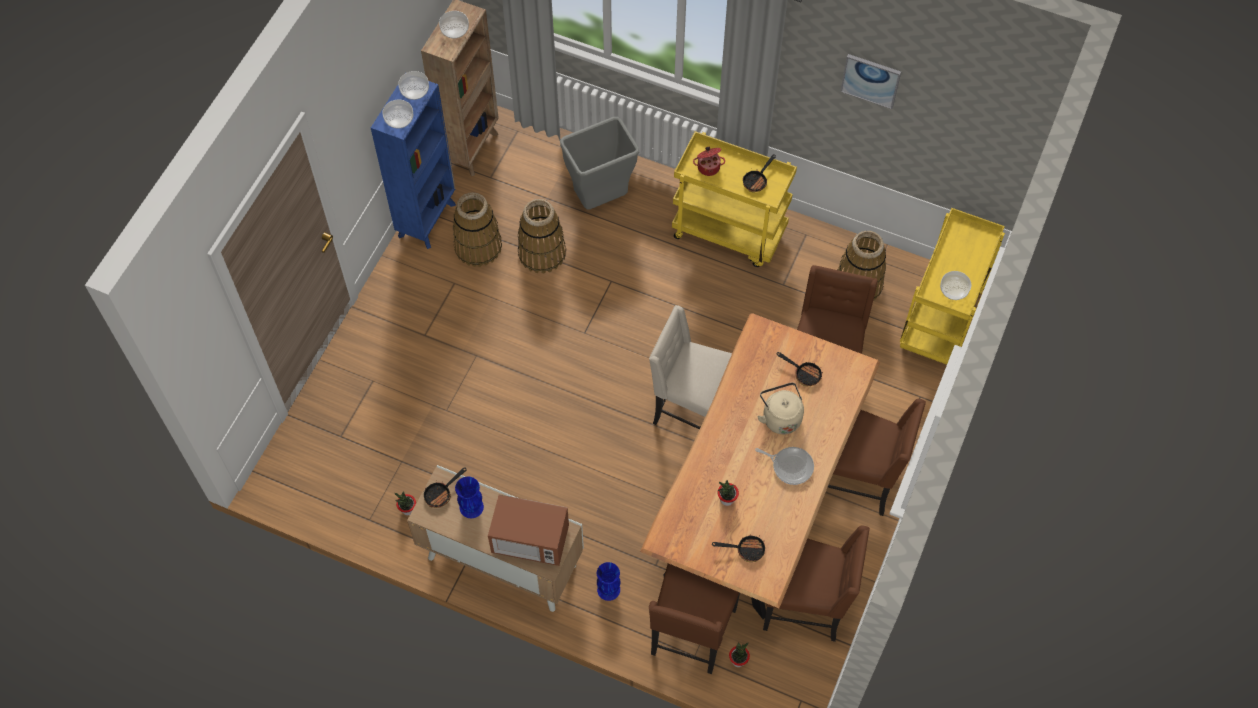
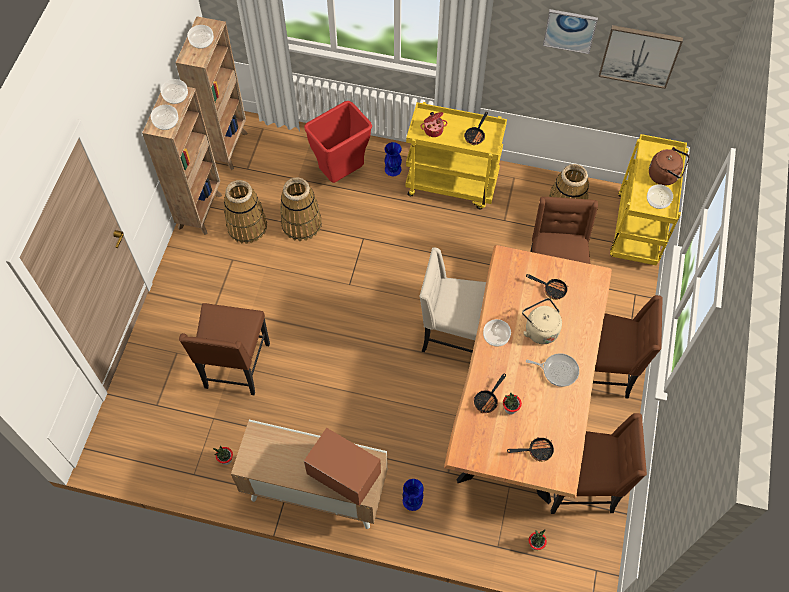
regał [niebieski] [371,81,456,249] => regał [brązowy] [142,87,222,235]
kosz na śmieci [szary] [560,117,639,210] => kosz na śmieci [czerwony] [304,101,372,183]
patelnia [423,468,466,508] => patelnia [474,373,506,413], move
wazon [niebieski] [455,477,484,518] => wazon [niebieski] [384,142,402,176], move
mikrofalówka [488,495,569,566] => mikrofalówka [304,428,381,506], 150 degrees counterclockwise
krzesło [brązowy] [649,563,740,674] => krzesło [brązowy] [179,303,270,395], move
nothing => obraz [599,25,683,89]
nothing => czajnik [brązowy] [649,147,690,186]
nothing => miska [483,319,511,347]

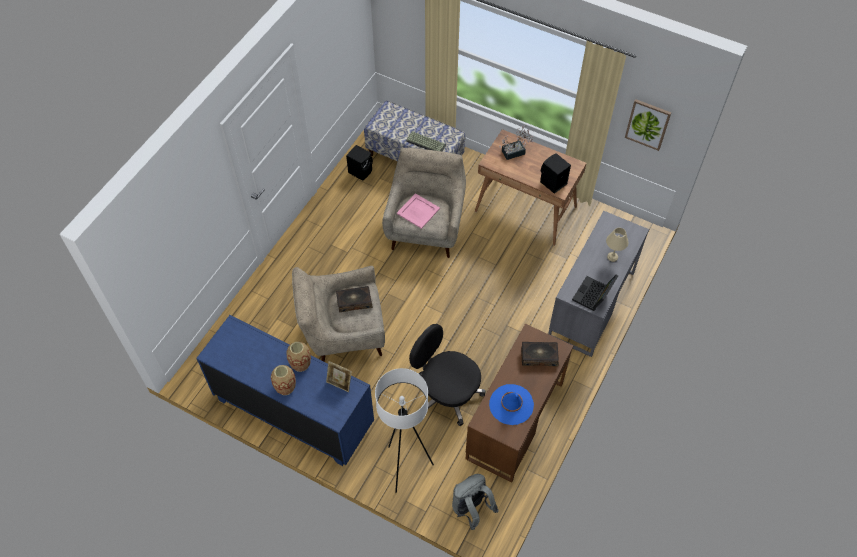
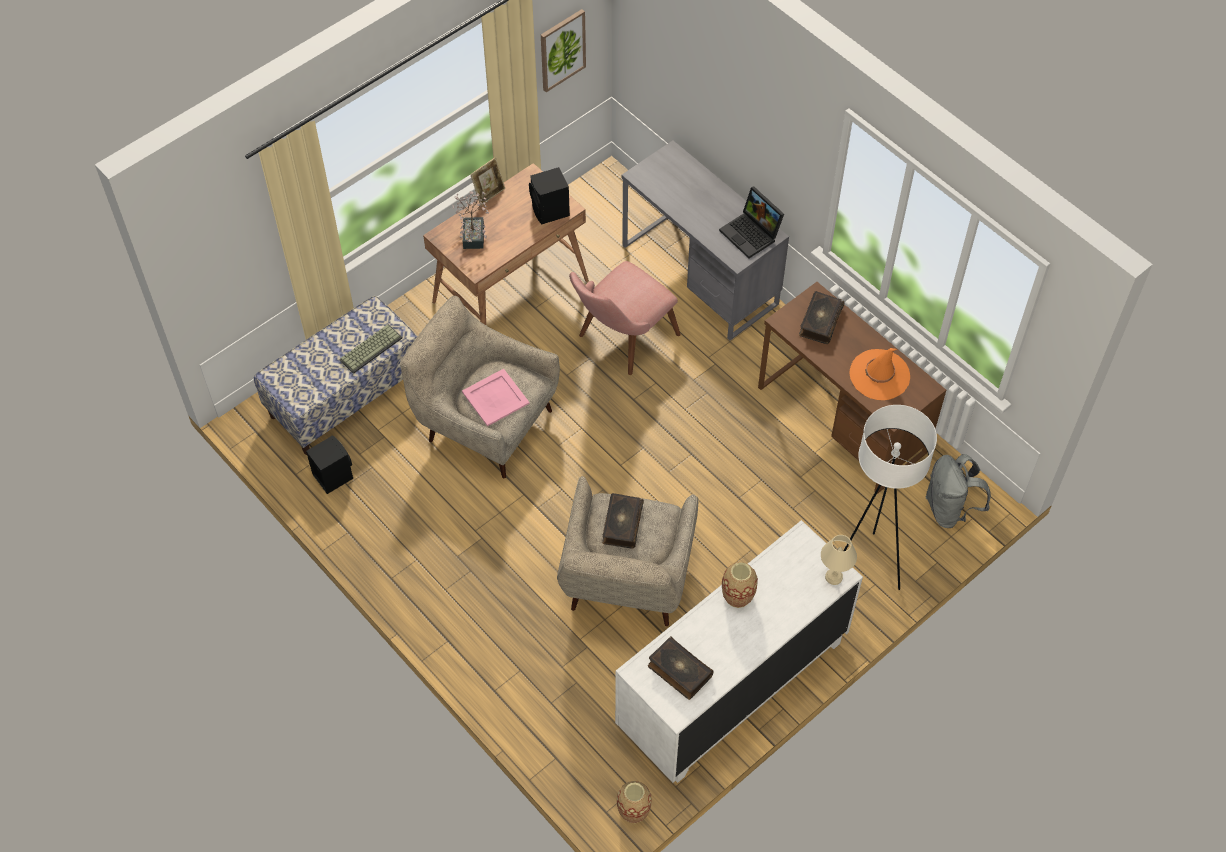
lampa stołowa [beżowy] [606,228,629,262] => lampa stołowa [beżowy] [821,535,857,585], move
komoda [niebieski] [196,315,374,466] => komoda [biały] [615,520,863,783]
krzesło biurowe [czarny] [409,324,486,426] => nothing
ramka na zdjęcie [326,361,352,392] => ramka na zdjęcie [470,157,505,206], move
wazon [271,365,296,395] => wazon [617,781,652,823], move
kapelusz [niebieski] [489,384,534,425] => kapelusz [pomarańczowy] [850,348,910,400]
nothing => krzesło [różowy] [569,261,681,375]
nothing => książka [648,636,714,700]

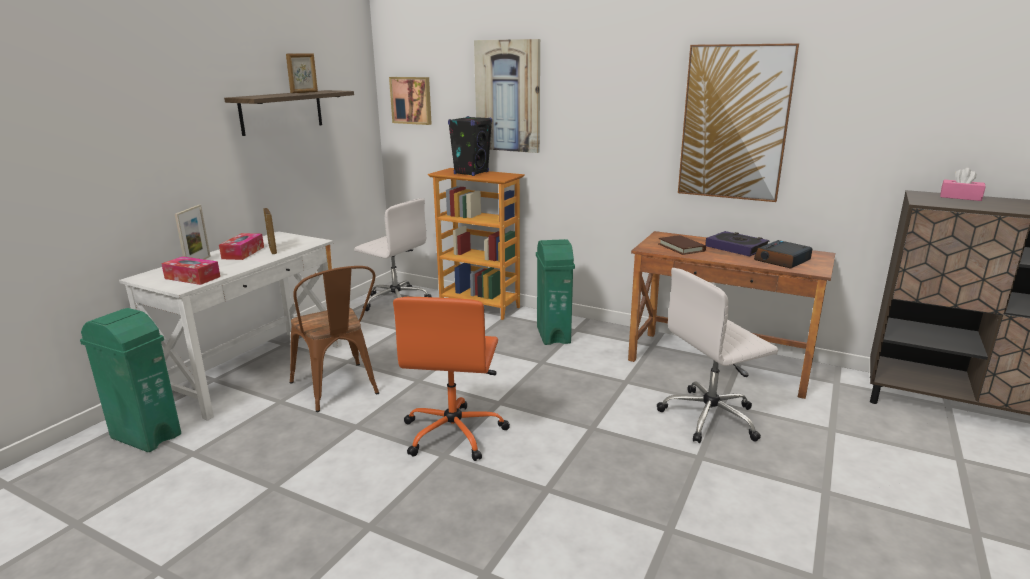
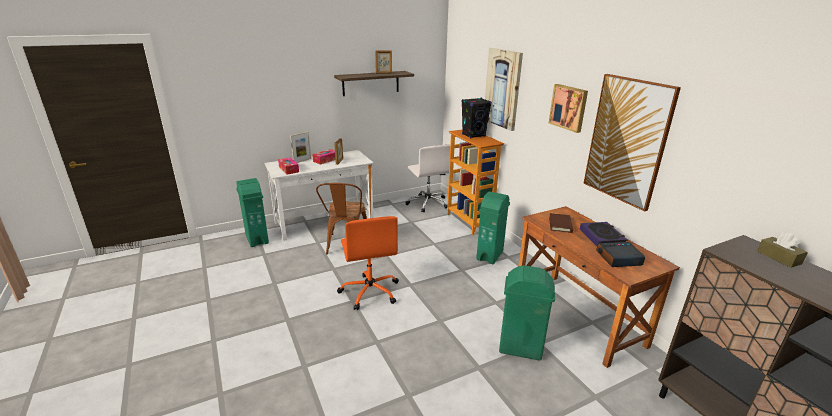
obraz [389,77,432,125] => obraz [549,84,588,133], move
pudełko chusteczek [różowy] [940,168,986,201] => pudełko chusteczek [brązowy] [757,232,808,268]
krzesło biurowe [biały] [657,268,778,443] => kosz na śmieci [zielony] [499,265,555,361]
krzesło biurowe [pomarańczowy] [393,297,510,461] => krzesło biurowe [pomarańczowy] [337,216,399,310], 60 degrees counterclockwise

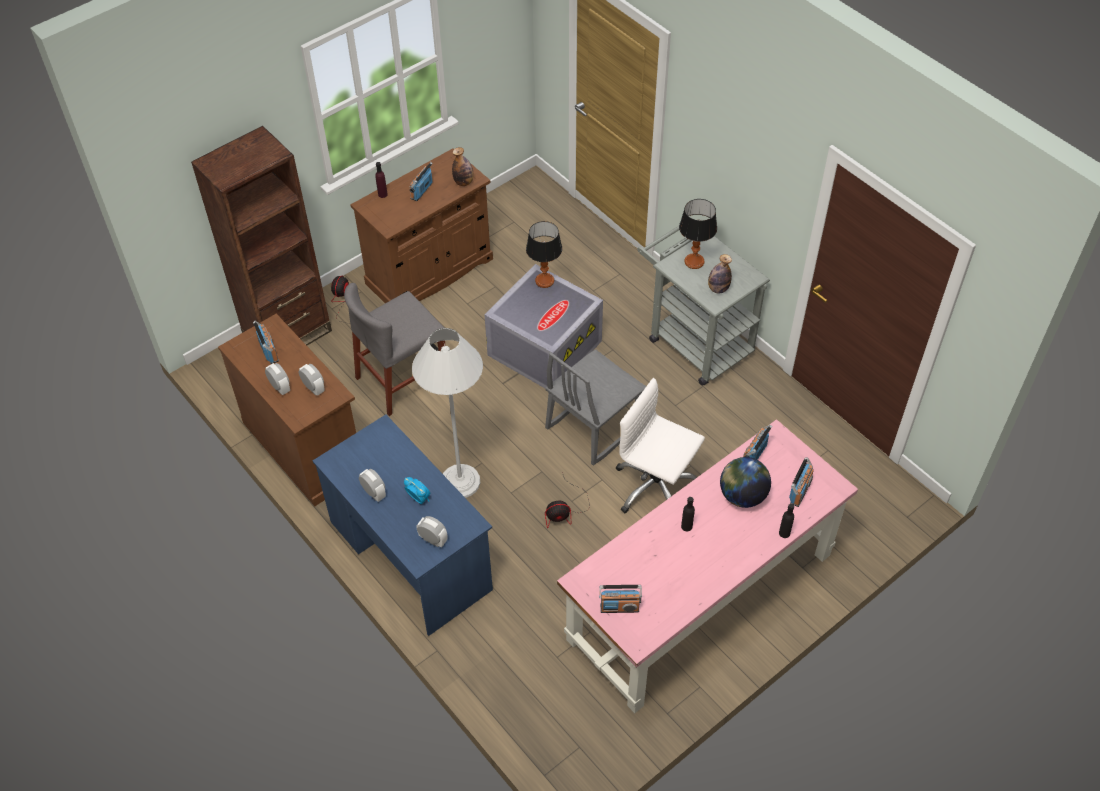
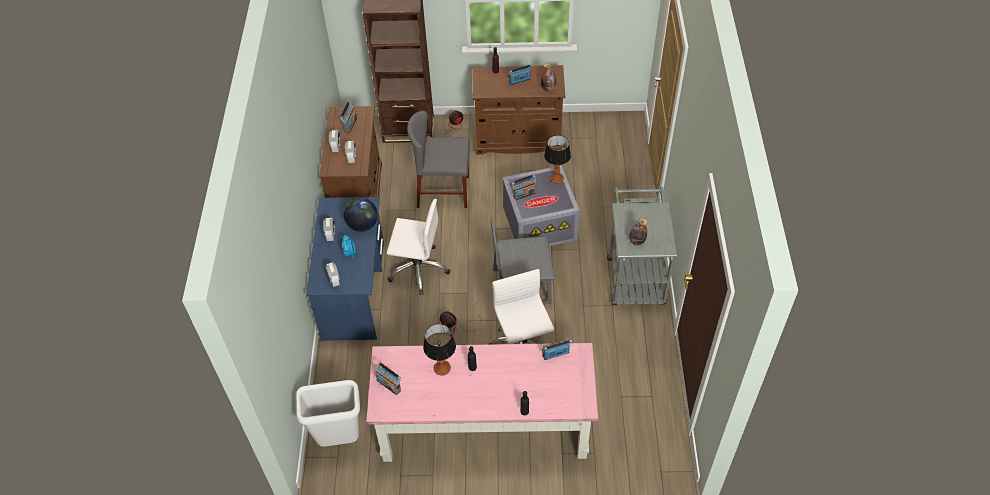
lampa stołowa [679,199,717,269] => lampa stołowa [423,324,456,376], move
lampa stojąca [biały] [412,328,483,498] => krzesło biurowe [biały] [387,199,450,295]
globus [720,457,771,508] => globus [344,198,378,232], move
radio [789,458,814,507] => radio [512,175,537,200], move
nothing => kosz na śmieci [biały] [295,380,360,447]

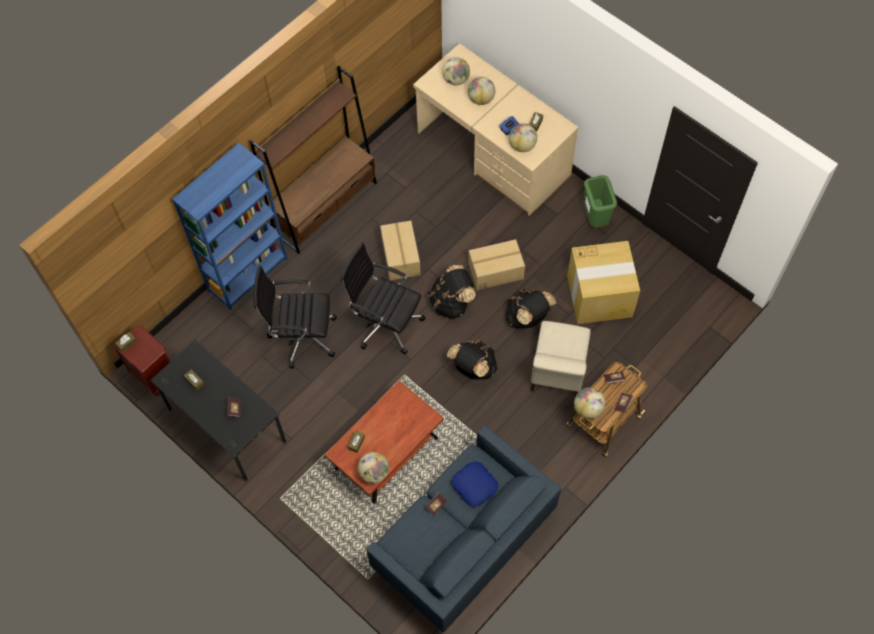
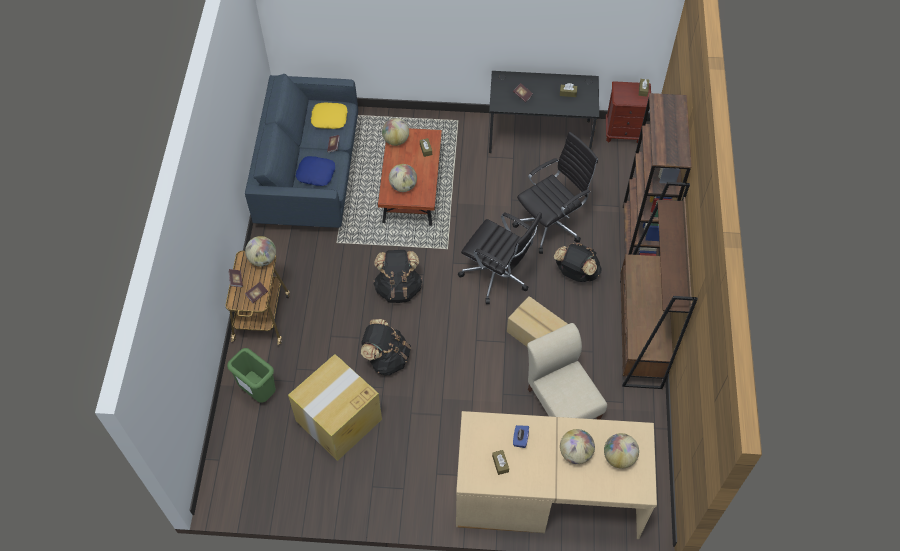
globus [509,123,537,152] => globus [389,164,417,192], move
regał [niebieski] [172,143,288,311] => regał [brązowy] [623,93,692,256]
kosz na śmieci [zielony] [584,175,617,227] => kosz na śmieci [zielony] [227,348,276,403], move
karton [468,239,525,290] => nothing
krzesło biurowe [czarny] [341,243,426,354] => krzesło biurowe [czarny] [458,212,542,304], 45 degrees clockwise
plecak [czarny] [428,265,476,319] => plecak [czarny] [554,243,602,282], move
krzesło [beżowy] [531,321,591,398] => krzesło [beżowy] [527,323,607,420], move
nothing => poduszka [żółty] [311,103,347,129]

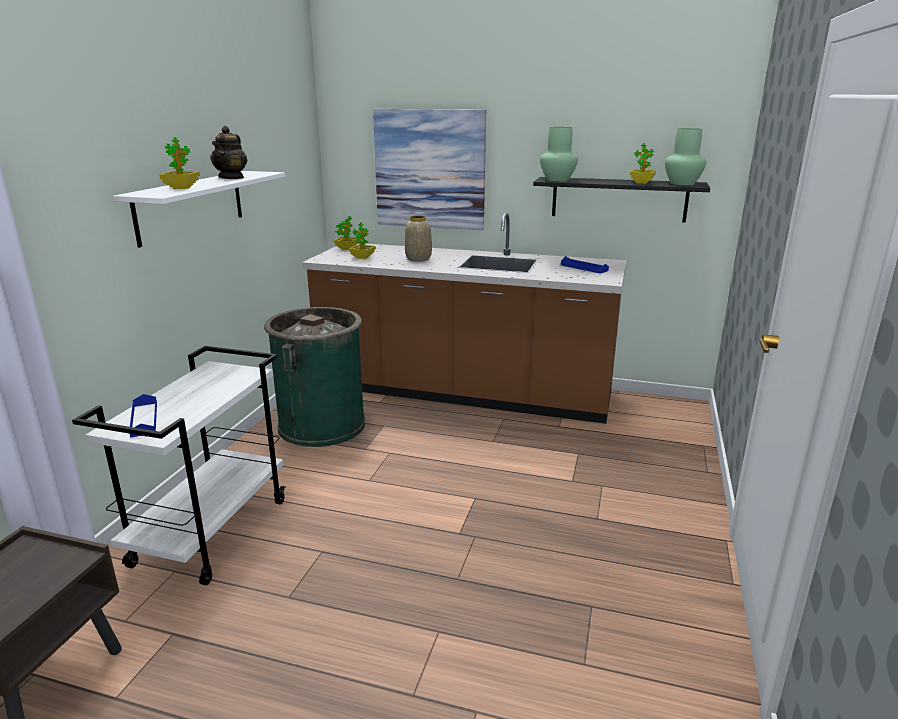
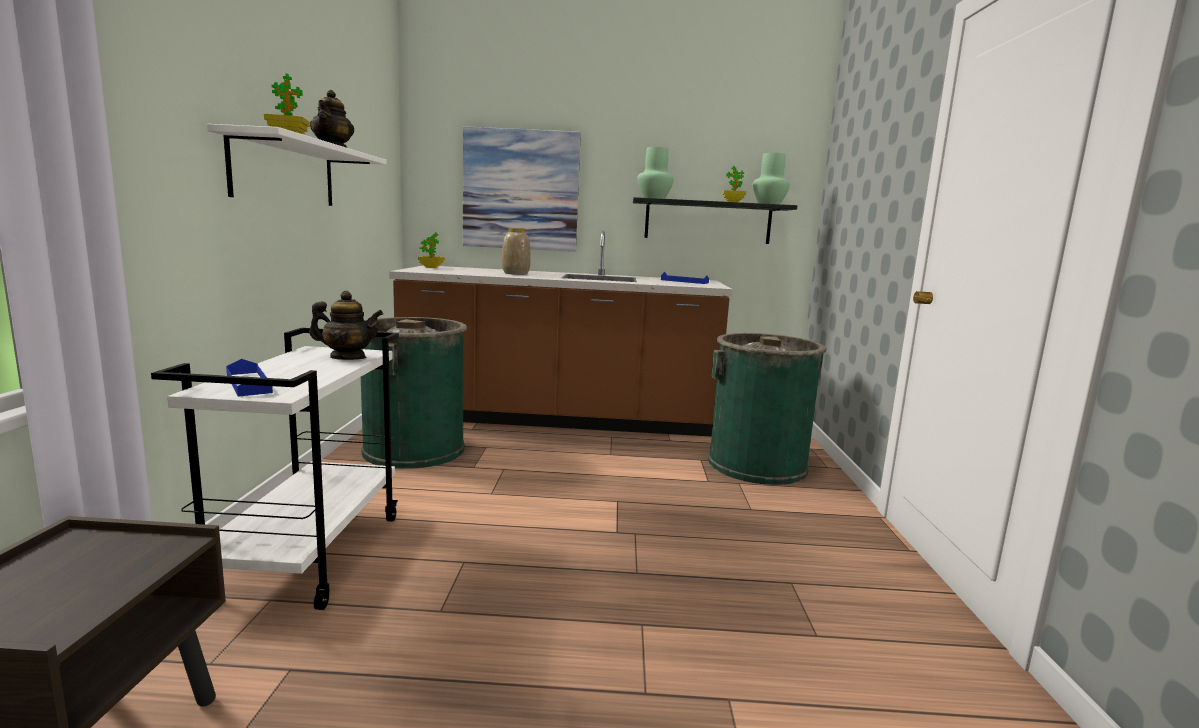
roślina doniczkowa [349,222,376,259] => nothing
nothing => imbryk [309,291,383,360]
nothing => kosz na śmieci [zielony] [708,333,827,485]

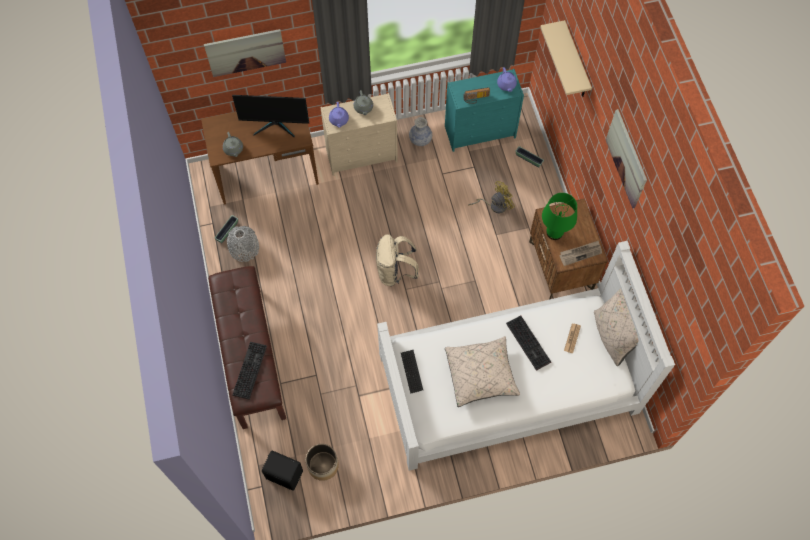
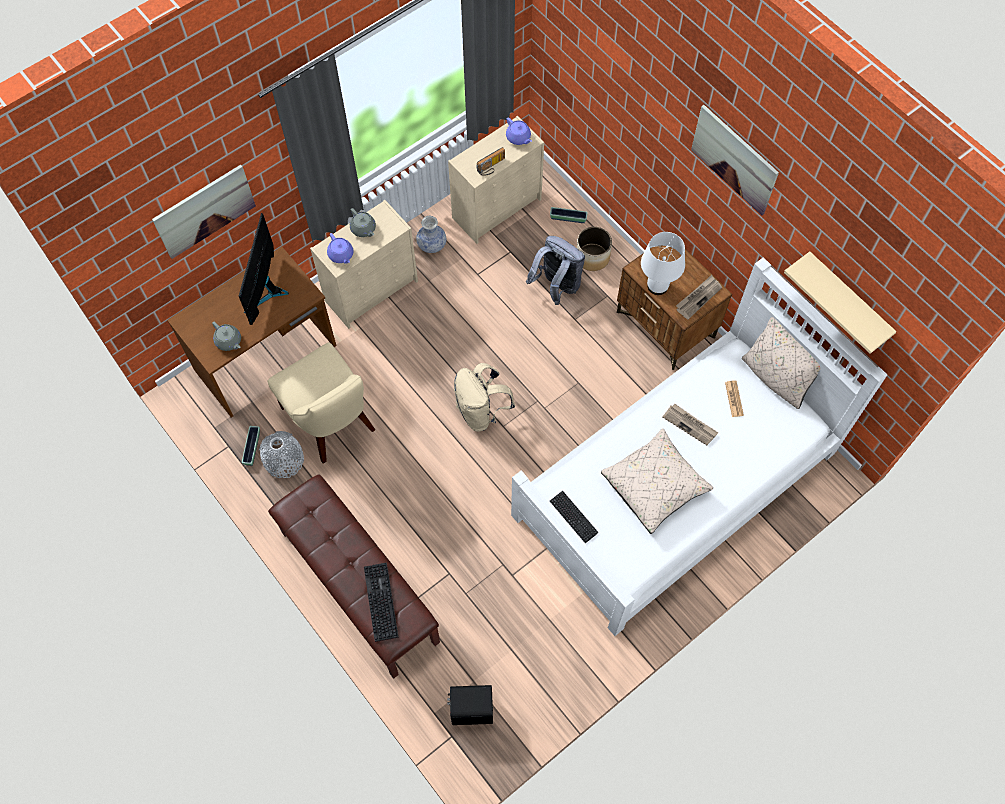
półka [beżowy] [541,20,592,97] => półka [beżowy] [784,251,896,354], move
komoda [turkusowy] [445,69,524,152] => komoda [beżowy] [448,116,544,244]
monitor [232,95,309,137] => monitor [239,213,289,325], 120 degrees clockwise
wentylator [żółty] [468,181,515,213] => plecak [szary] [526,236,585,305]
lampa stołowa [zielony] [542,193,577,240] => lampa stołowa [biały] [641,232,685,295]
klawiatura [506,315,551,371] => gazeta [662,404,718,445]
donica [306,444,339,481] => donica [576,227,612,271], move
nothing => krzesło [beżowy] [267,343,375,464]

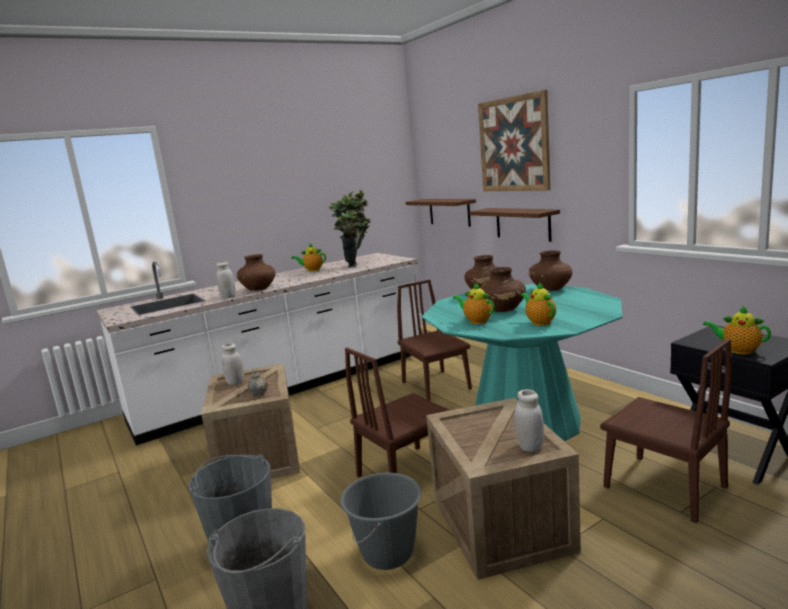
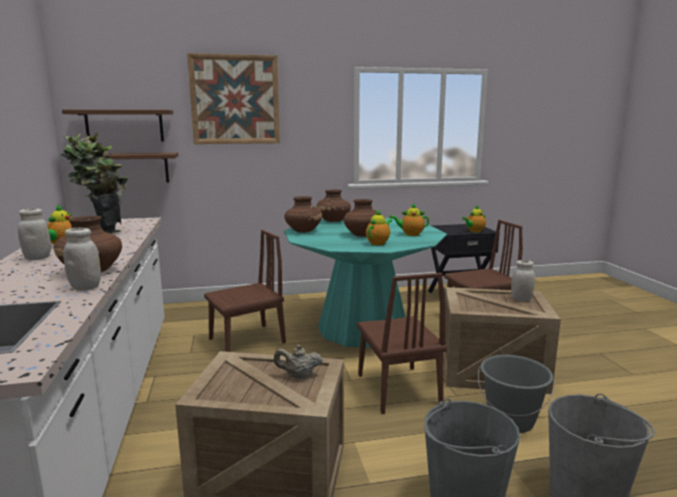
półka [brązowy] [469,208,560,242] => półka [brązowy] [62,110,173,141], move
krzesło [brązowy] [397,279,472,401] => krzesło [brązowy] [204,230,286,352], 150 degrees clockwise
imbryk [453,282,495,324] => imbryk [366,210,392,245], 150 degrees clockwise
słoik [biały] [221,343,244,385] => słoik [biały] [18,209,51,260], move

